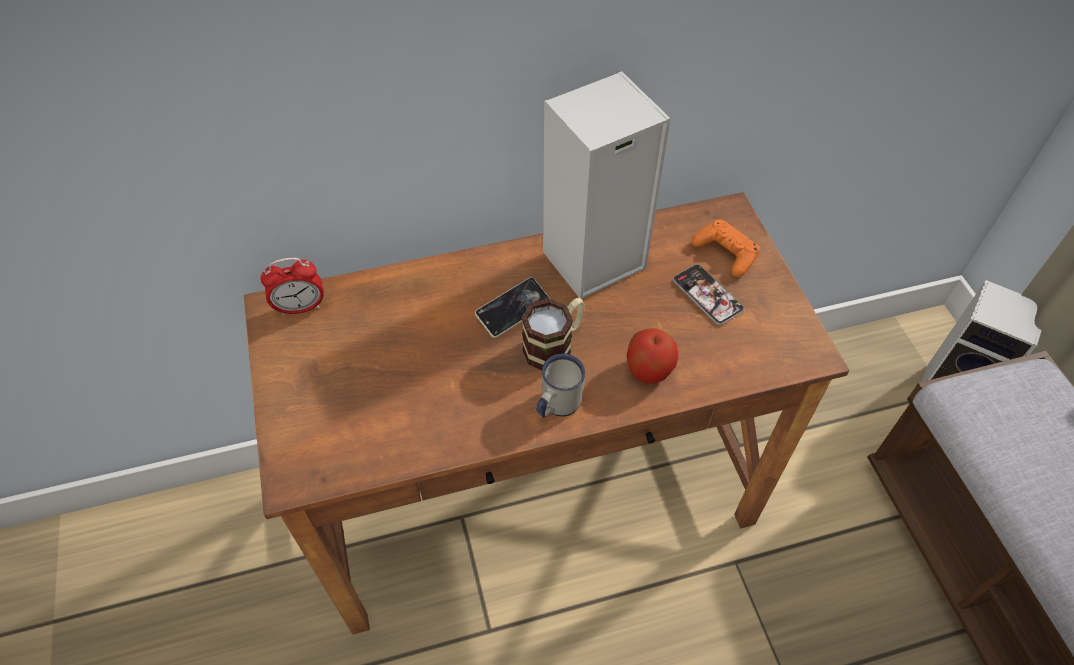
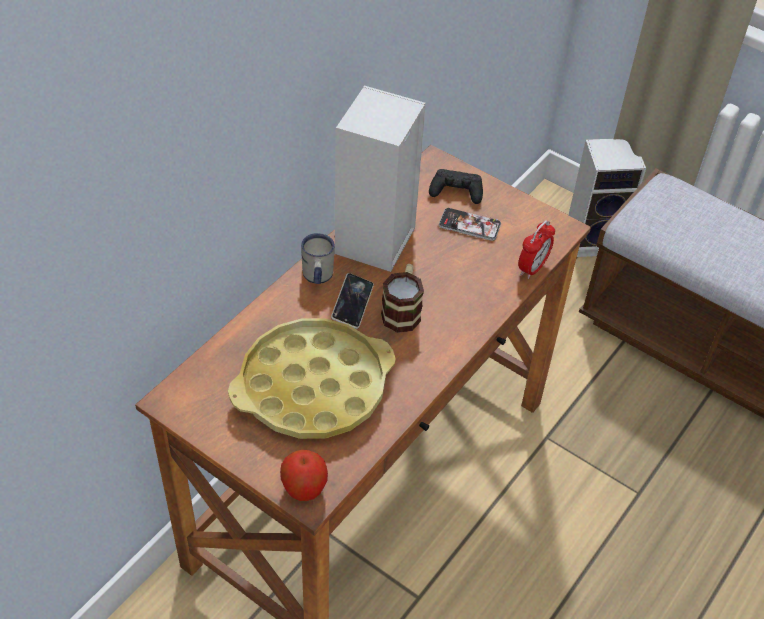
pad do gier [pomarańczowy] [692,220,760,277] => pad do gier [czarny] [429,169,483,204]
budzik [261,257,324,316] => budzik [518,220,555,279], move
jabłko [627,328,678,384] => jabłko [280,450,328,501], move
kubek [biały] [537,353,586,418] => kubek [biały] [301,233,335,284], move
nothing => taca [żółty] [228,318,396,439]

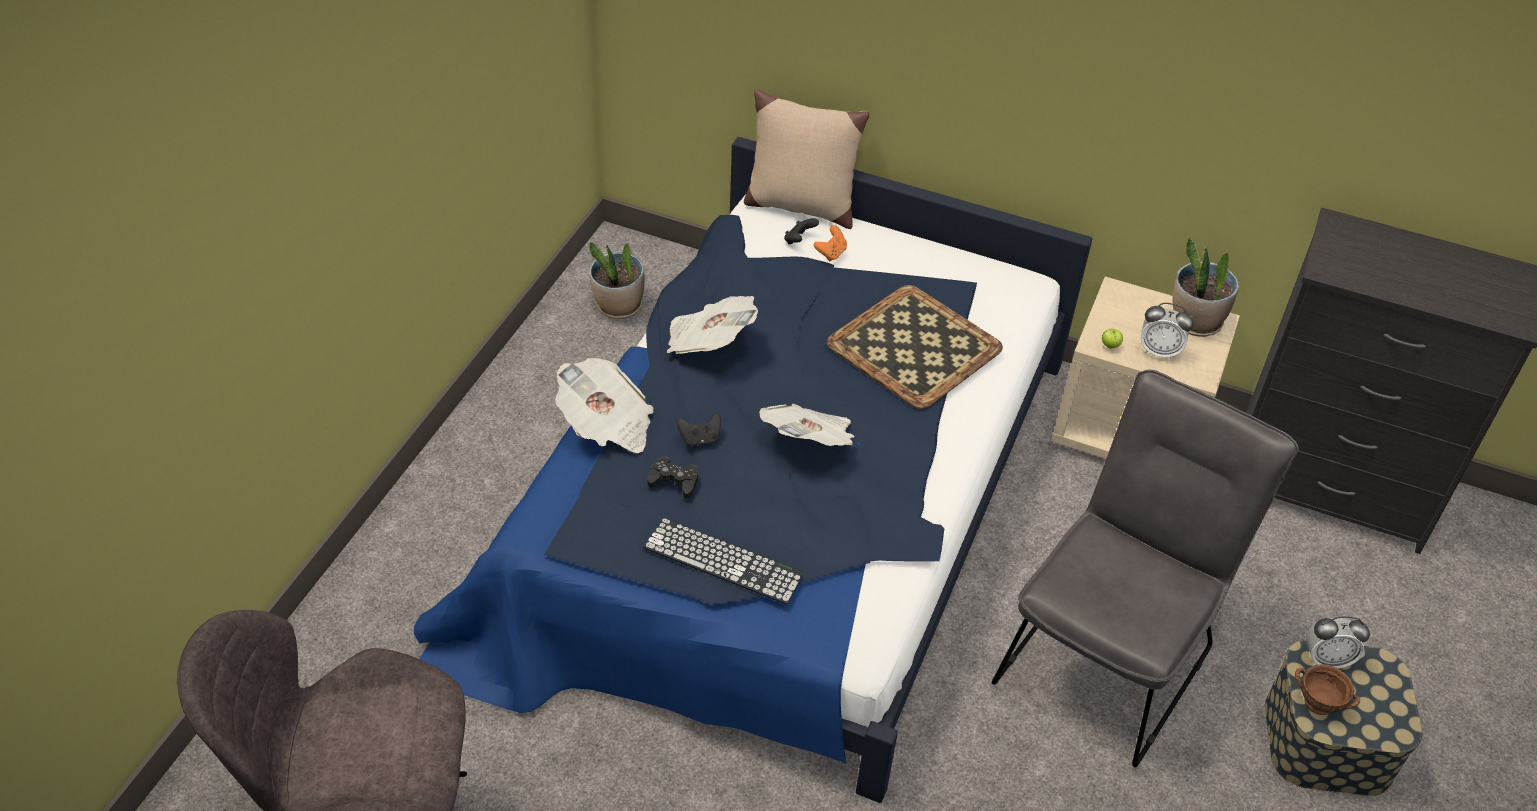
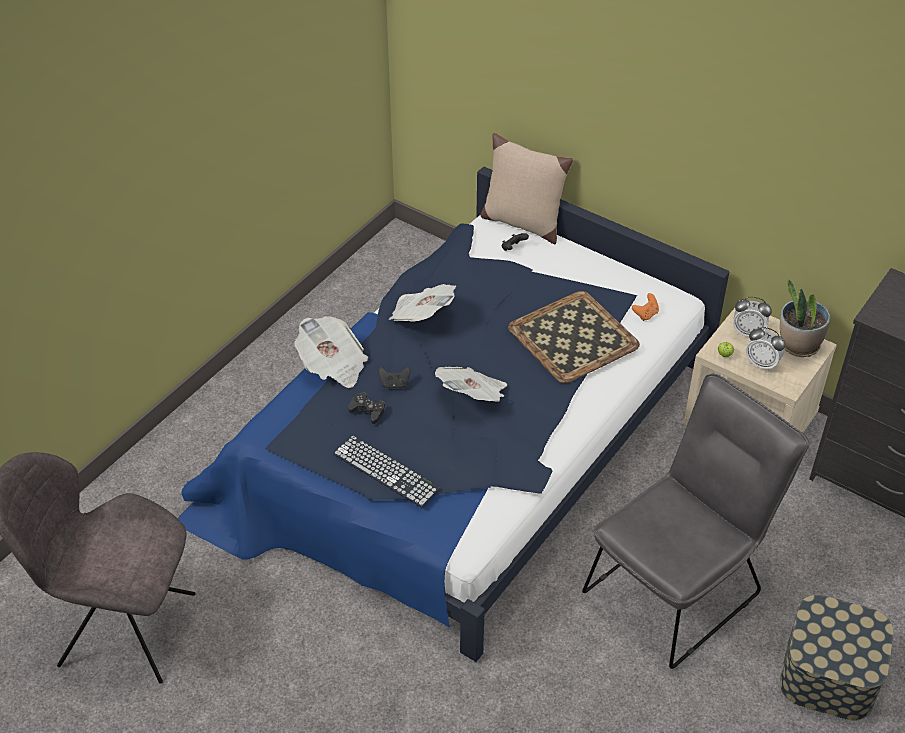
pad do gier [pomarańczowy] [814,225,847,261] => pad do gier [pomarańczowy] [632,293,659,321], move
roślina doniczkowa [589,242,644,319] => nothing
budzik [1306,616,1370,669] => budzik [733,297,772,337], move
miska [brązowy] [1295,664,1360,715] => nothing

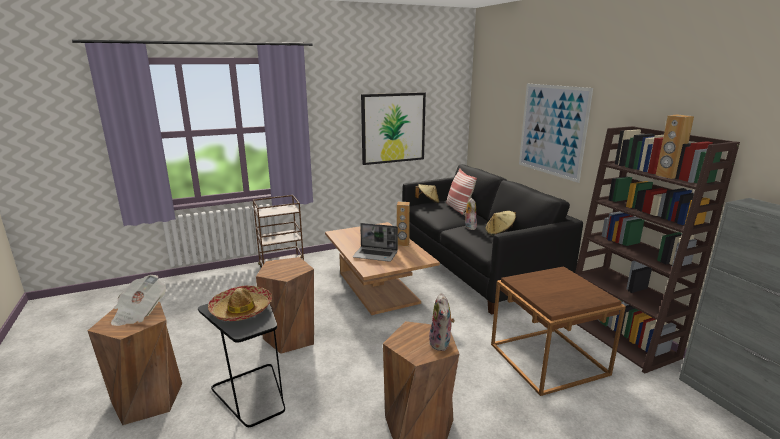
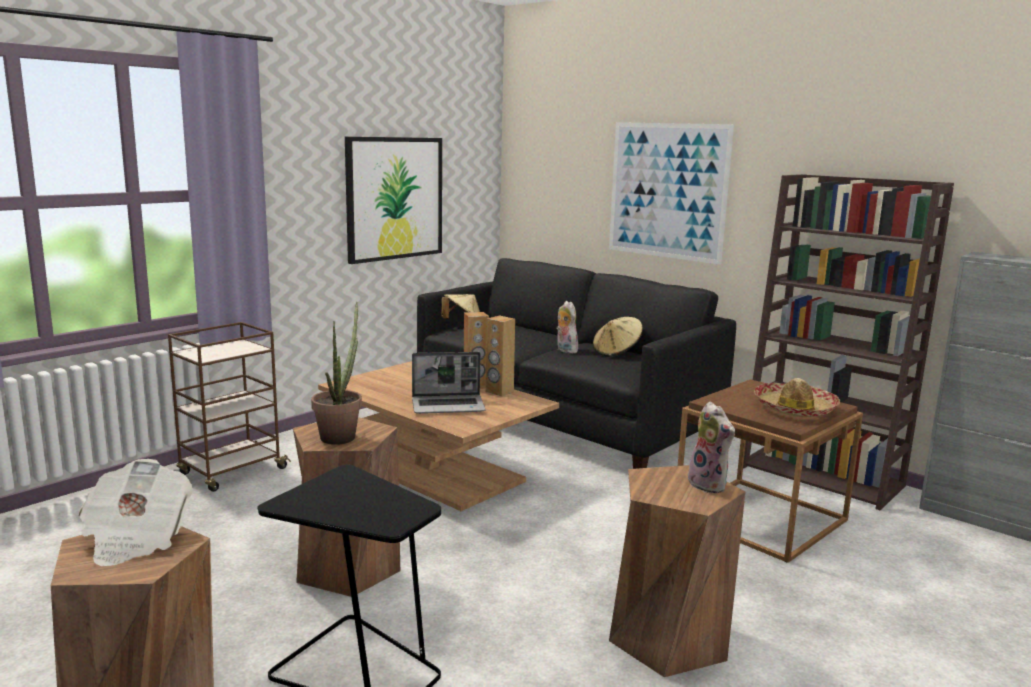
głośnik [brązowy] [656,114,694,179] => głośnik [brązowy] [486,315,515,396], move
poduszka [446,168,477,215] => nothing
kapelusz [208,285,272,321] => kapelusz [754,378,840,417], move
nothing => roślina doniczkowa [311,302,362,445]

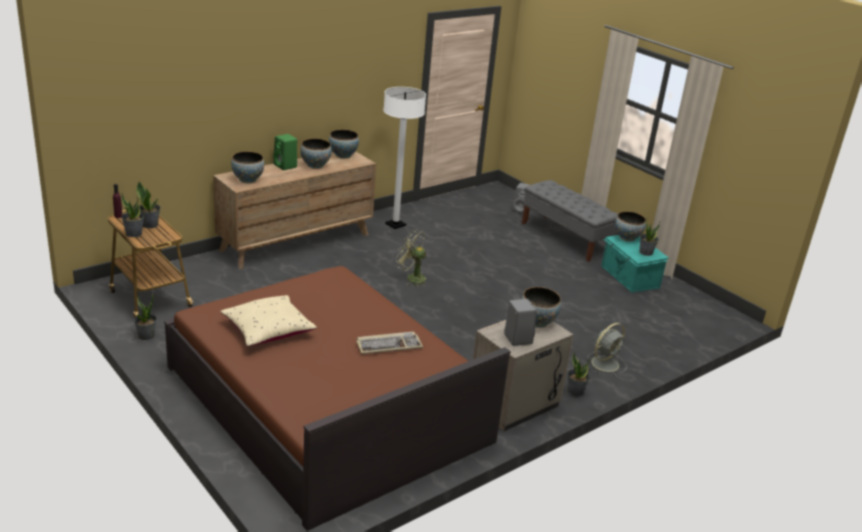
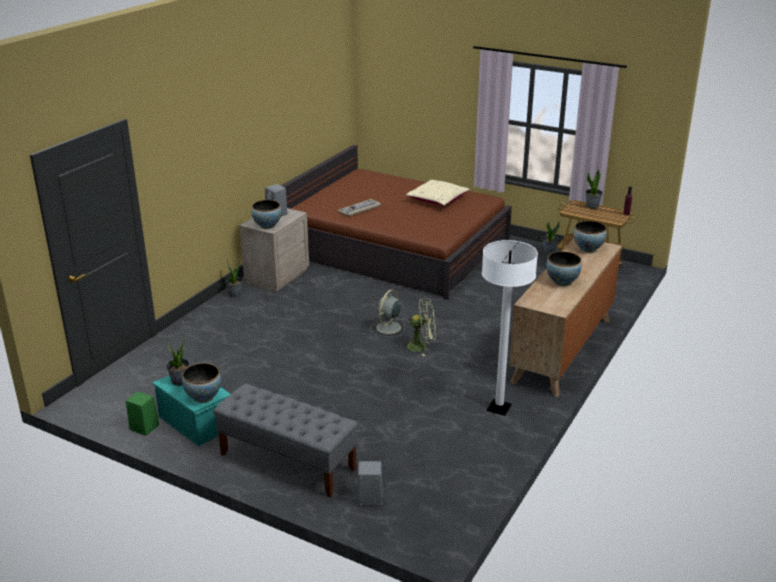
miska [329,130,359,159] => nothing
głośnik [zielony] [273,134,297,170] => głośnik [zielony] [126,391,159,436], move
roślina doniczkowa [136,181,160,228] => nothing
wentylator [szary] [588,323,626,376] => wentylator [szary] [370,289,405,337], move

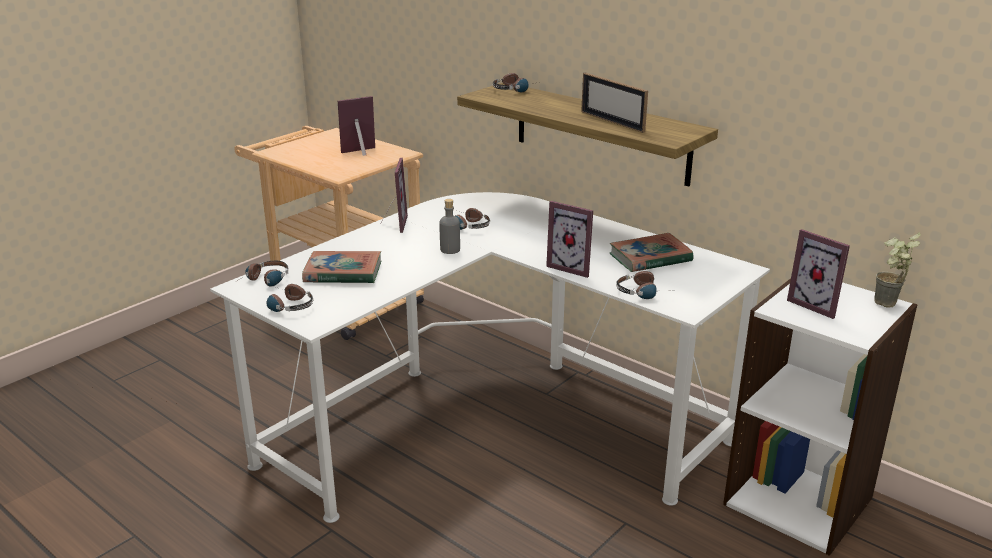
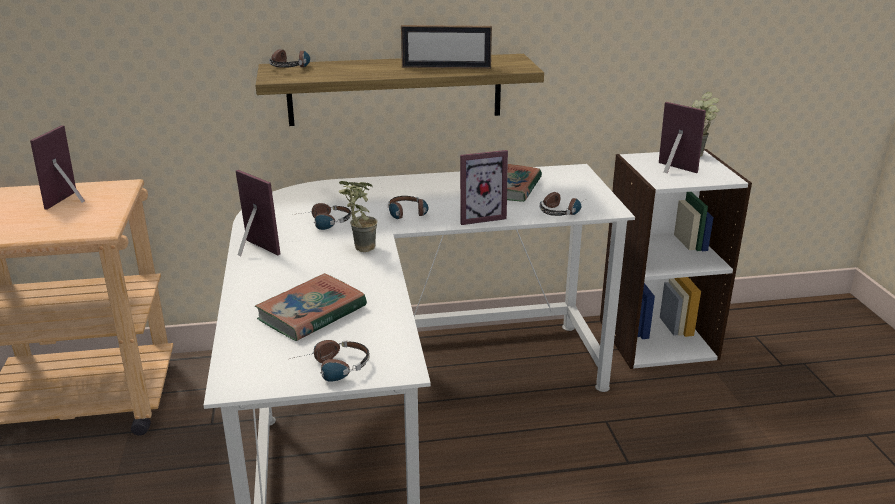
butelka [szary] [439,199,460,254] => roślina doniczkowa [338,181,378,252]
ramka na zdjęcie [787,229,850,319] => ramka na zdjęcie [659,102,706,174], 135 degrees counterclockwise
słuchawki [237,261,289,286] => słuchawki [388,196,429,219], move

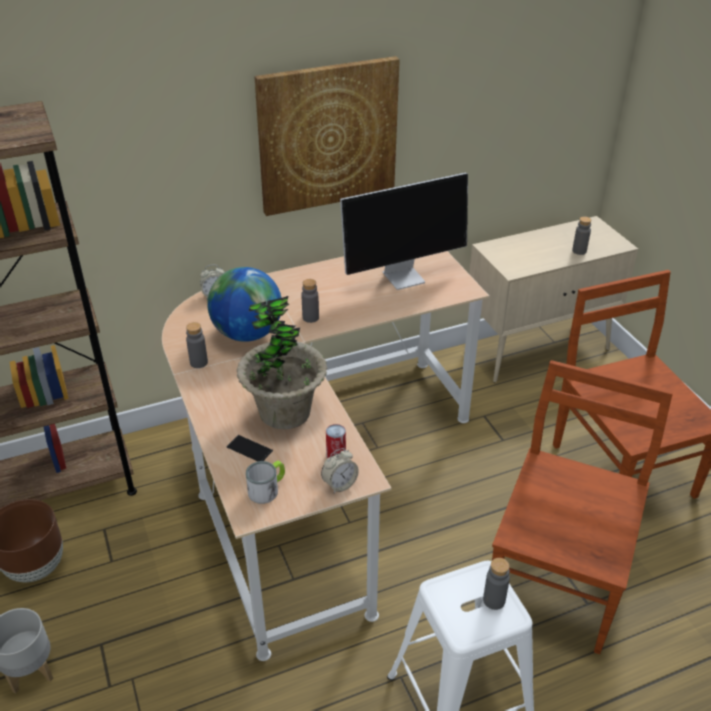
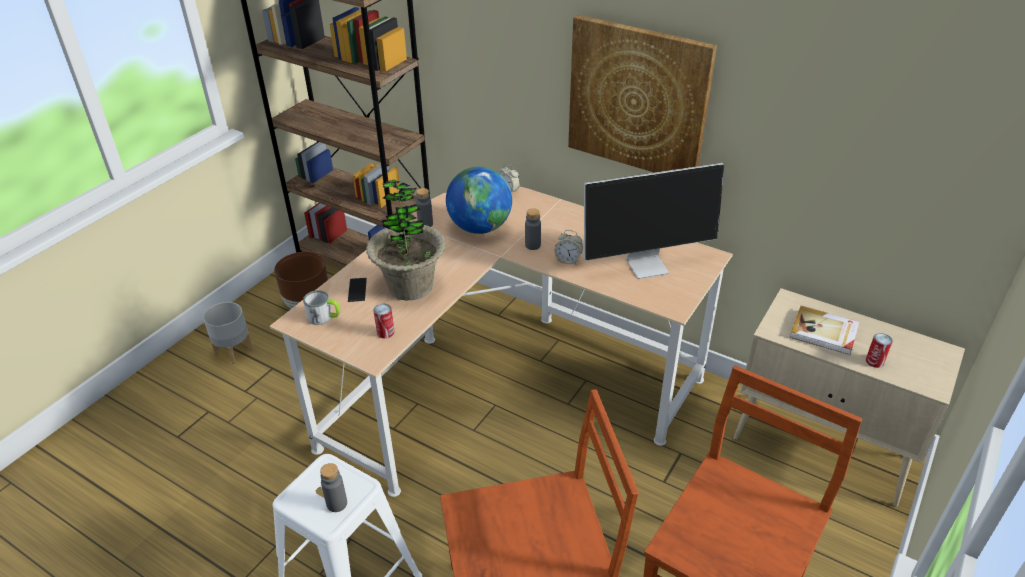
monitor [340,173,468,290] => monitor [584,163,724,279], 45 degrees counterclockwise
butelka [szary] [572,217,592,255] => puszka [866,333,893,368]
budzik [321,448,359,493] => budzik [554,230,583,265], move
nothing => książka [790,306,859,355]

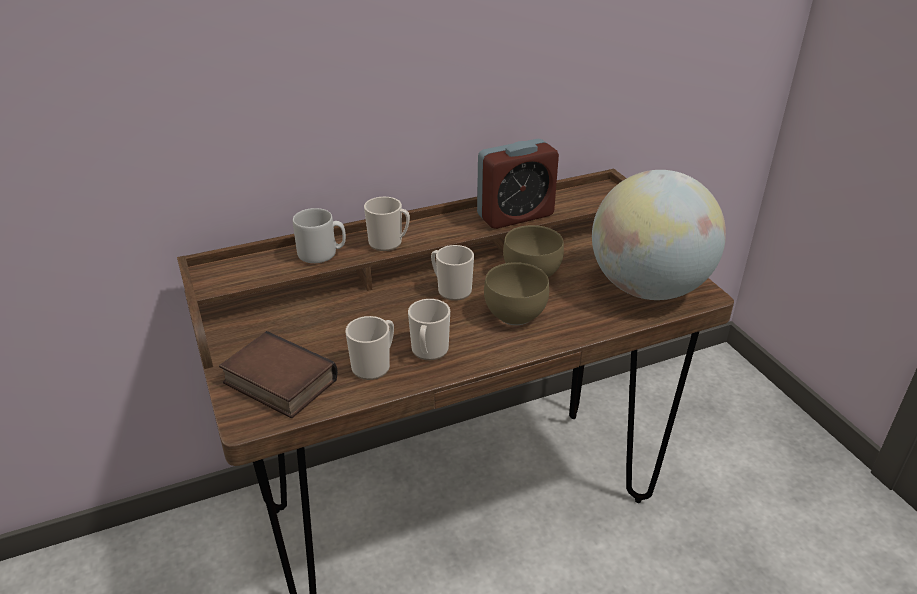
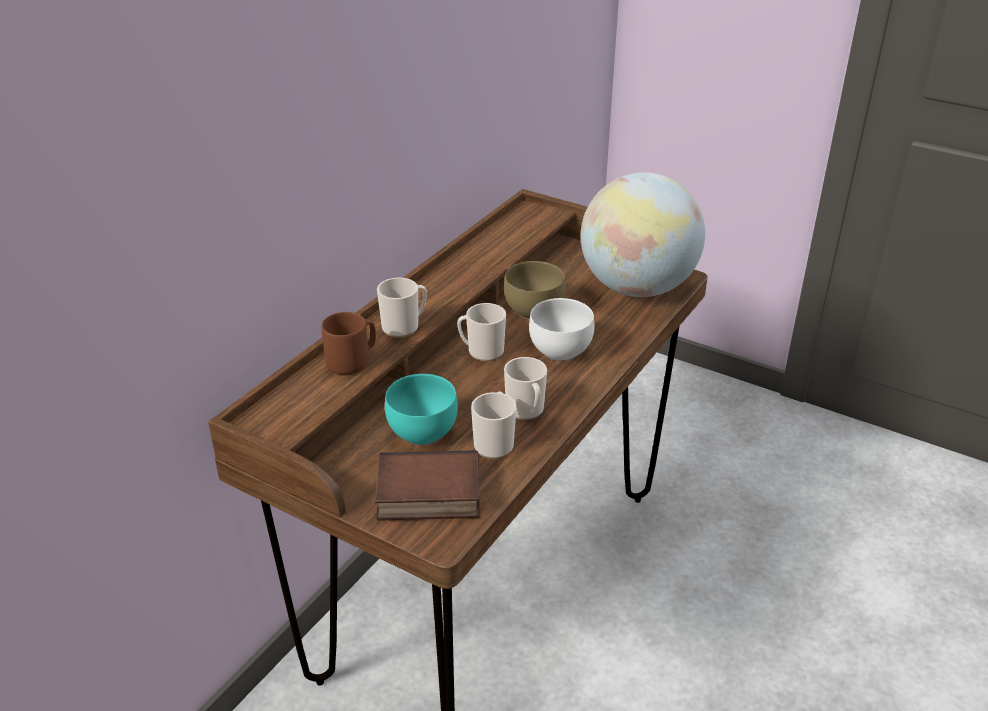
budzik [477,139,559,229] => nothing
kubek [szary] [293,208,346,263] => kubek [brązowy] [321,312,376,374]
miska [brązowy] [484,262,549,325] => miska [biały] [529,298,594,361]
nothing => miska [turkusowy] [385,374,458,445]

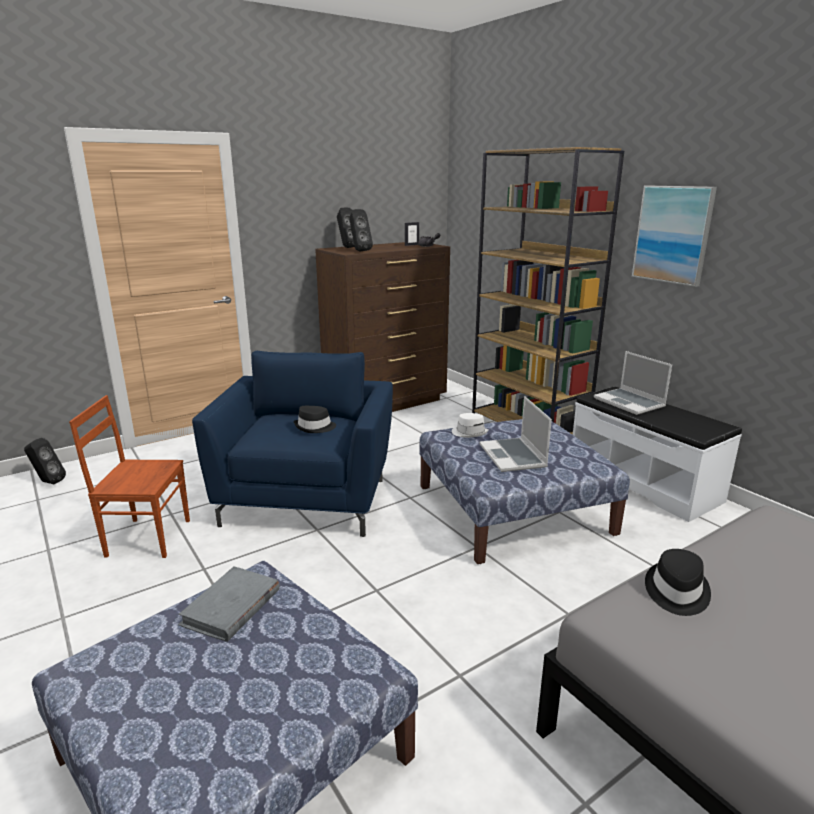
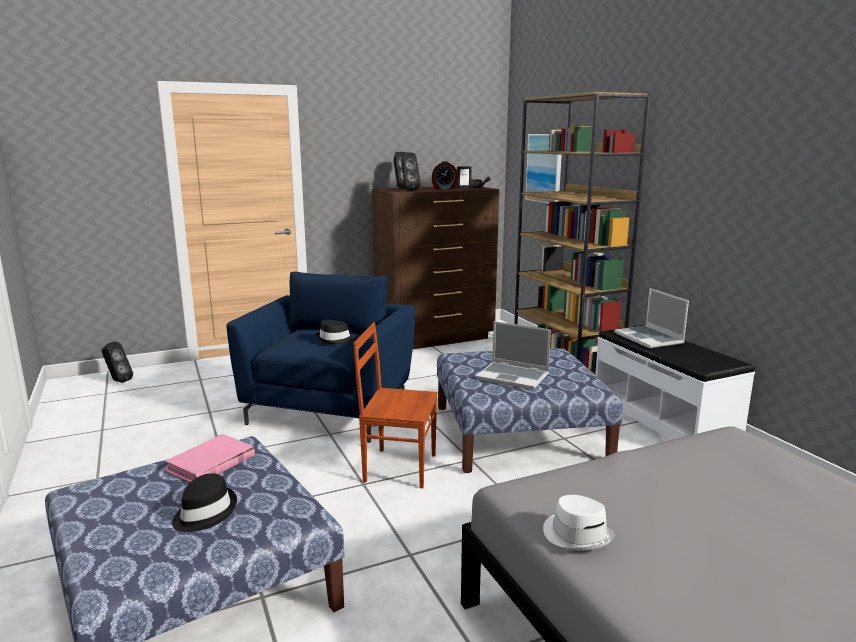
obraz [632,185,717,287] => obraz [525,134,562,203], move
krzesło [brązowy] [69,395,190,558] => krzesło [brązowy] [353,323,438,488], move
laptop [479,396,552,472] => laptop [476,321,551,390], 60 degrees counterclockwise
kapelusz [biały] [452,413,489,438] => kapelusz [biały] [543,495,615,551], move
kapelusz [czarny] [645,549,711,616] => kapelusz [czarny] [172,473,237,532], move
książka [szary] [178,566,280,642] => książka [różowy] [164,434,255,483]
nothing => budzik [432,161,458,190]

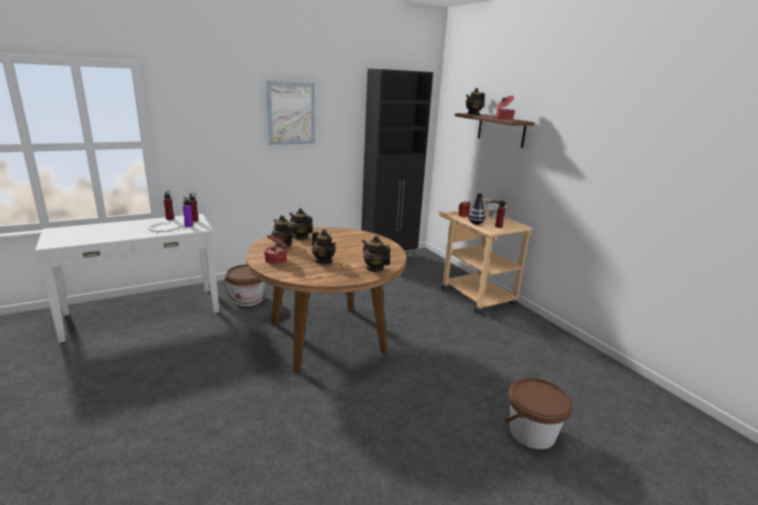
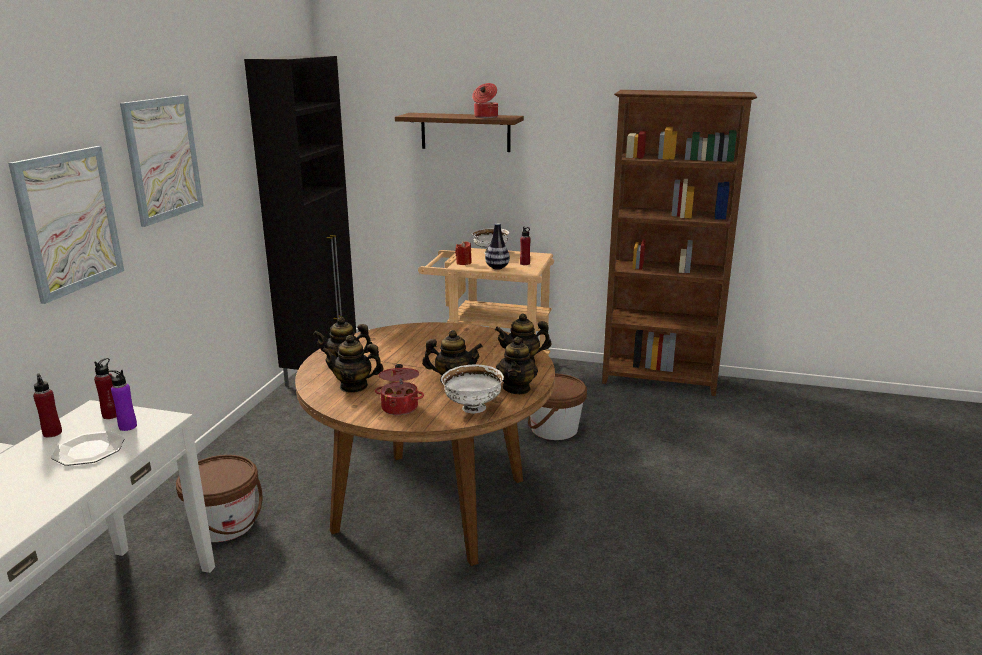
imbryk [466,88,485,115] => imbryk [496,337,538,394], move
wiadro [brązowy] [504,378,572,449] => wiadro [brązowy] [528,374,587,440], move
nothing => regał [brązowy] [602,90,757,396]
nothing => obraz [8,146,124,304]
nothing => miska [biały] [441,365,504,413]

